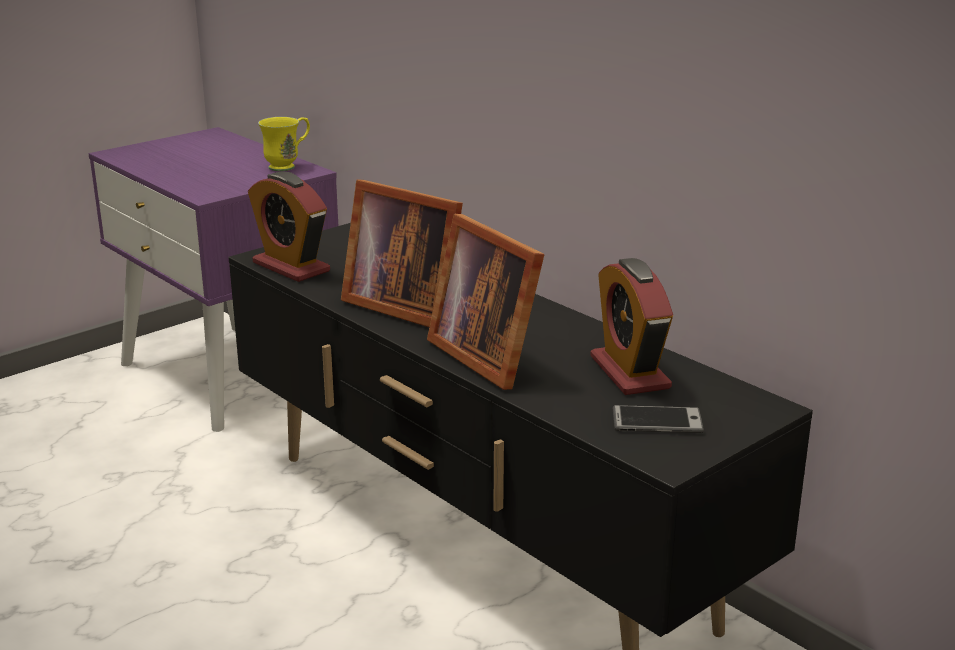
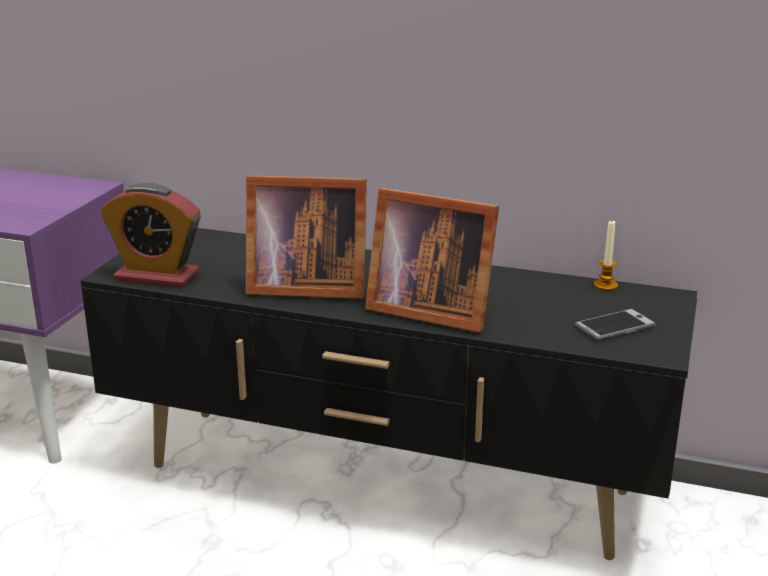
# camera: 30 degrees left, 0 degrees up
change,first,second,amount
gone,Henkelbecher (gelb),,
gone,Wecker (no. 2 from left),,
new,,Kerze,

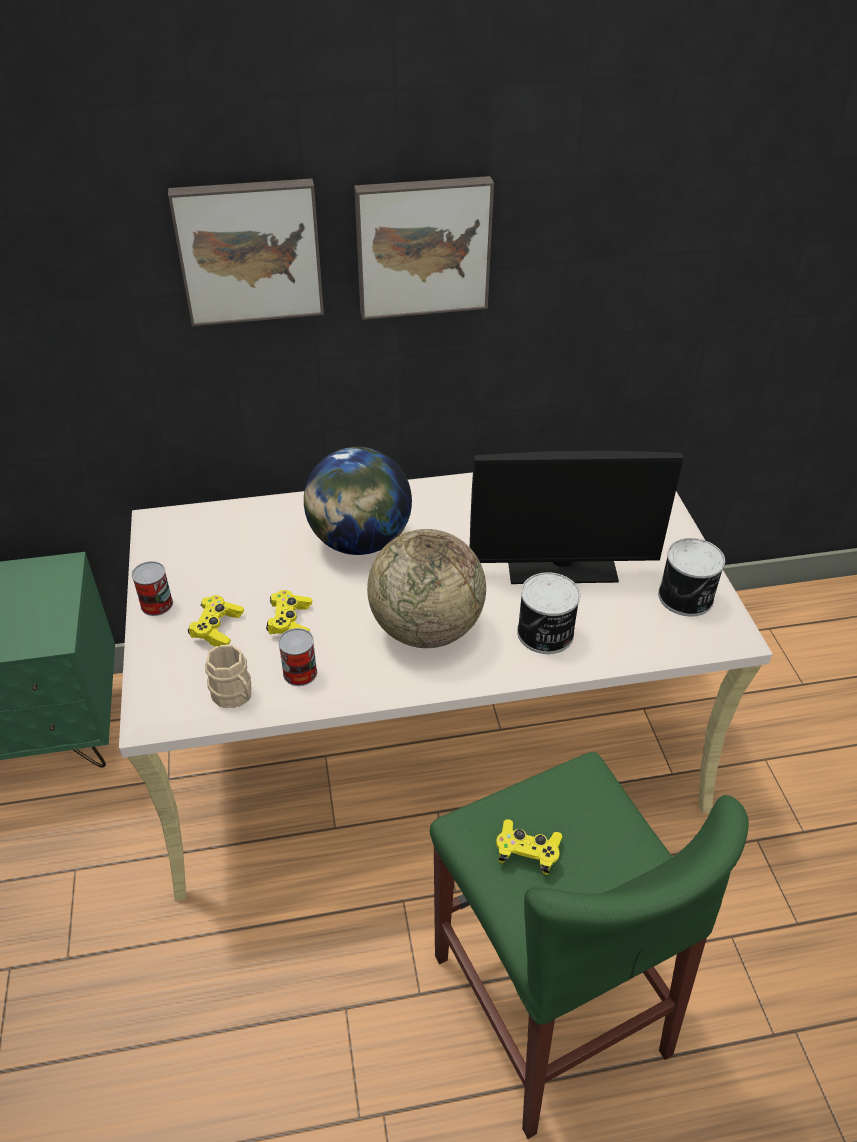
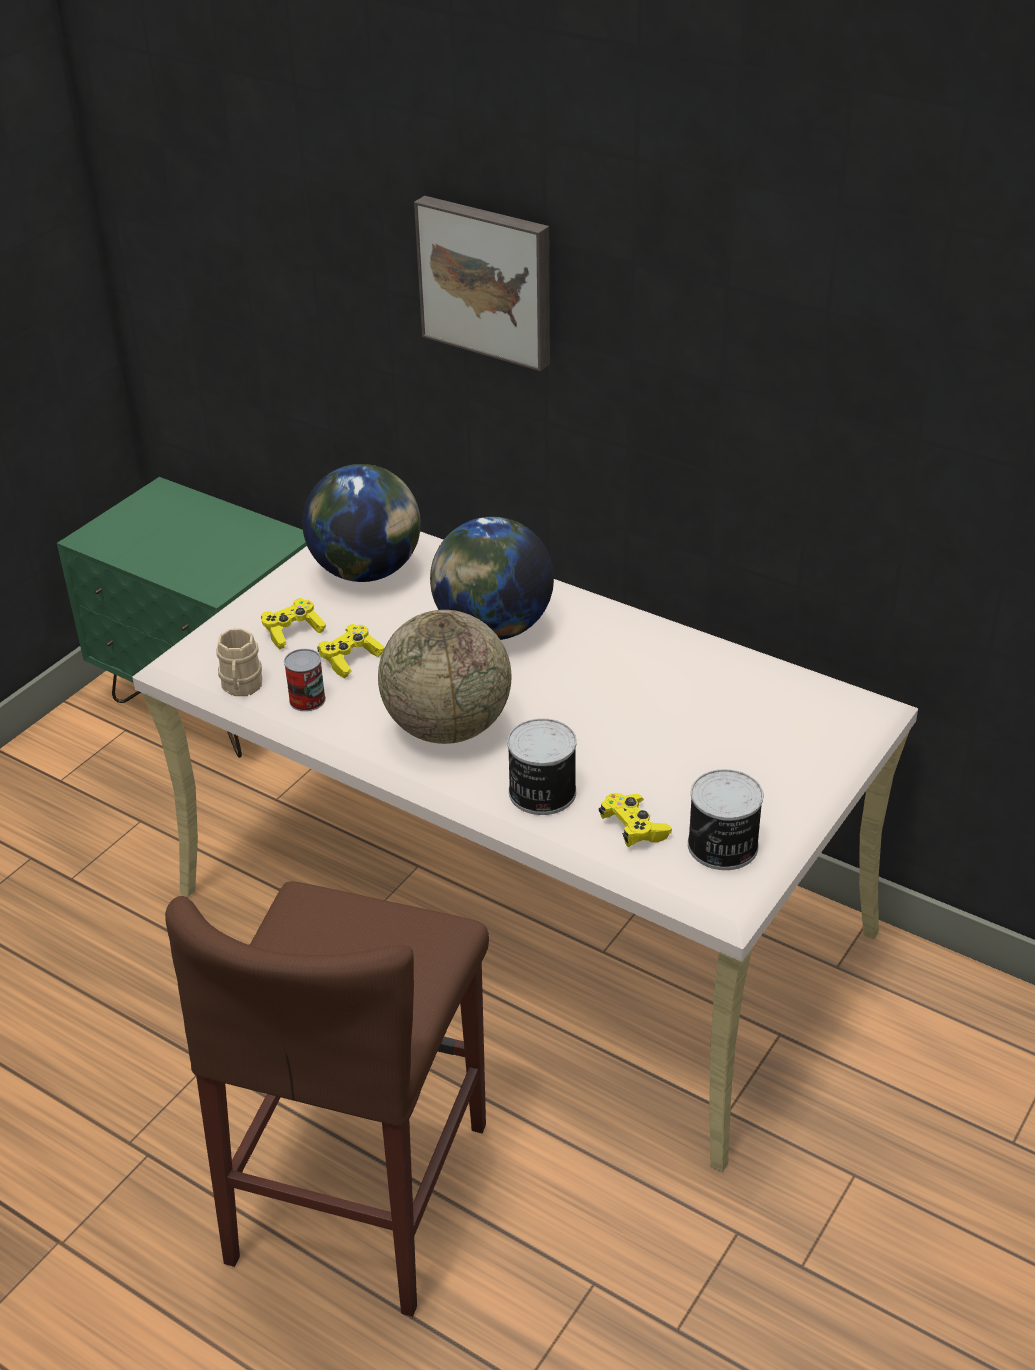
# camera: 45 degrees right, 5 degrees down
change,first,second,amount
gone,Dose (no. 1 from left),,
gone,Bild (no. 2 from left),,
repainted,Hocker (grün),Hocker (braun),
gone,Monitor,,
shifted,Gamepad (gelb) (no. 3 from left),,
new,,Globus (no. 1 from left),

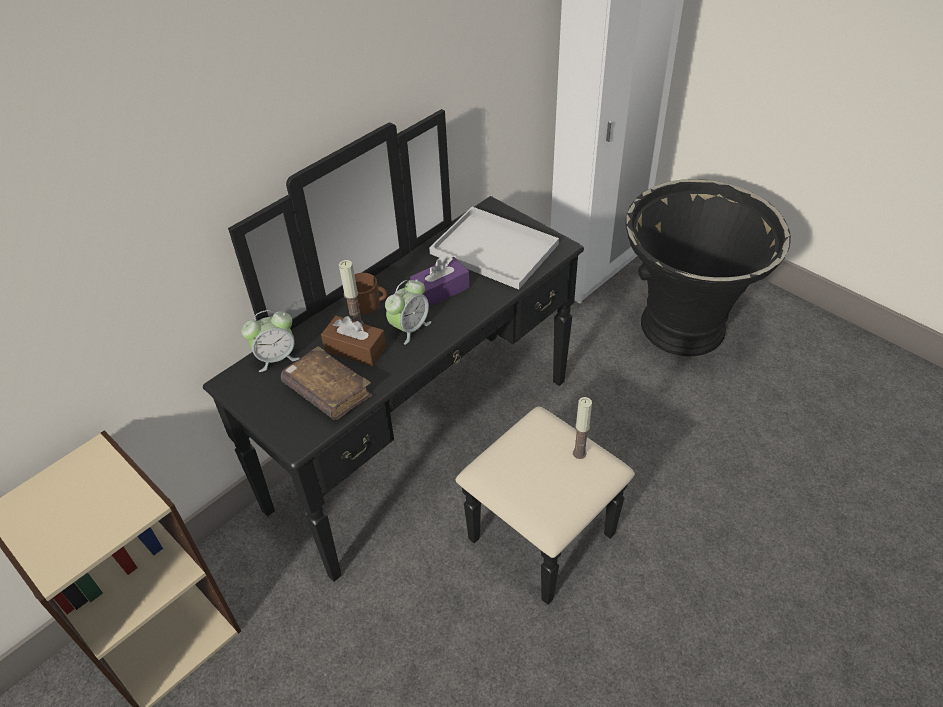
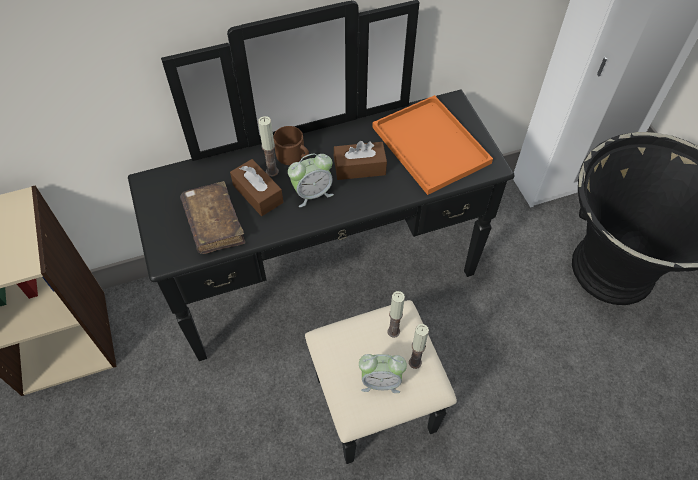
# camera: 25 degrees right, 10 degrees up
change,first,second,amount
shifted,Wecker (no. 1 from left in the first image),Wecker (no. 2 from left),
repainted,Taschentuchbox (lila),Taschentuchbox (braun) (no. 2 from left),
repainted,Tablett (weiß),Tablett (orange),
new,,Kerze (no. 2 from left),

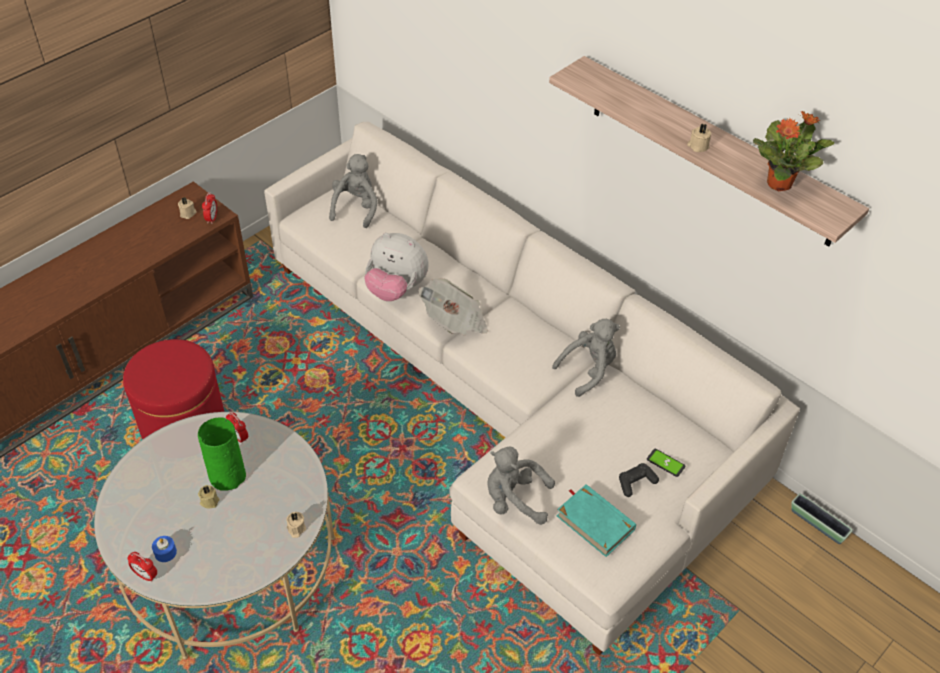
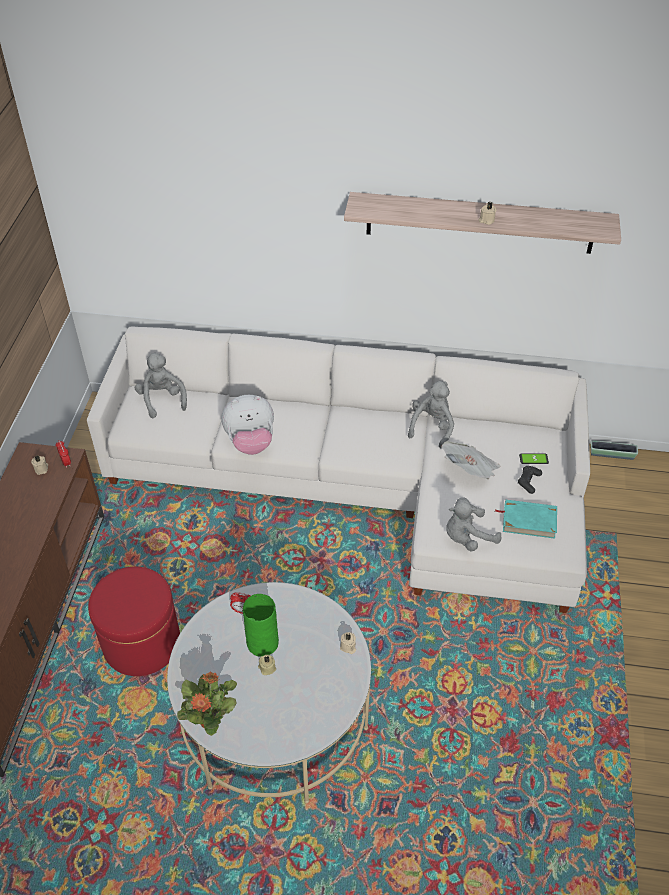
# camera: 35 degrees left, 0 degrees up
change,first,second,amount
gone,Wecker (no. 1 from left),,
gone,Kerze (blau),,
shifted,Zeitung,,
shifted,Topfpflanze,,

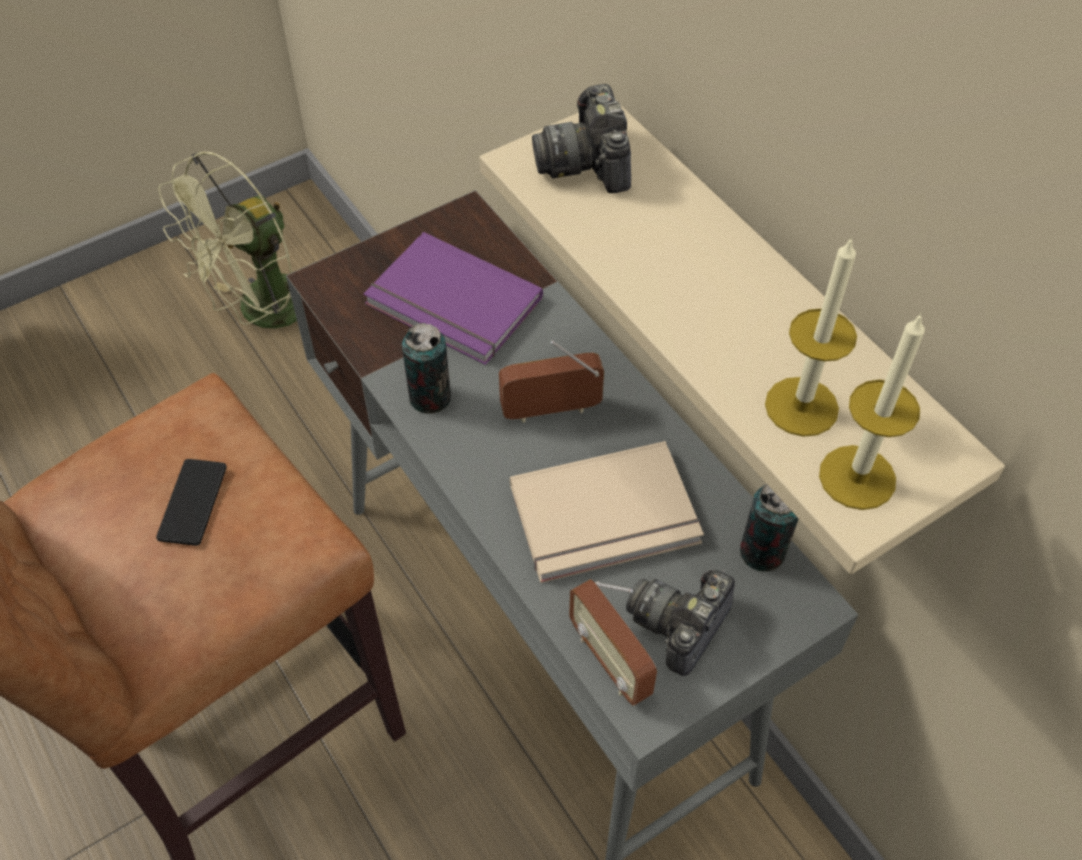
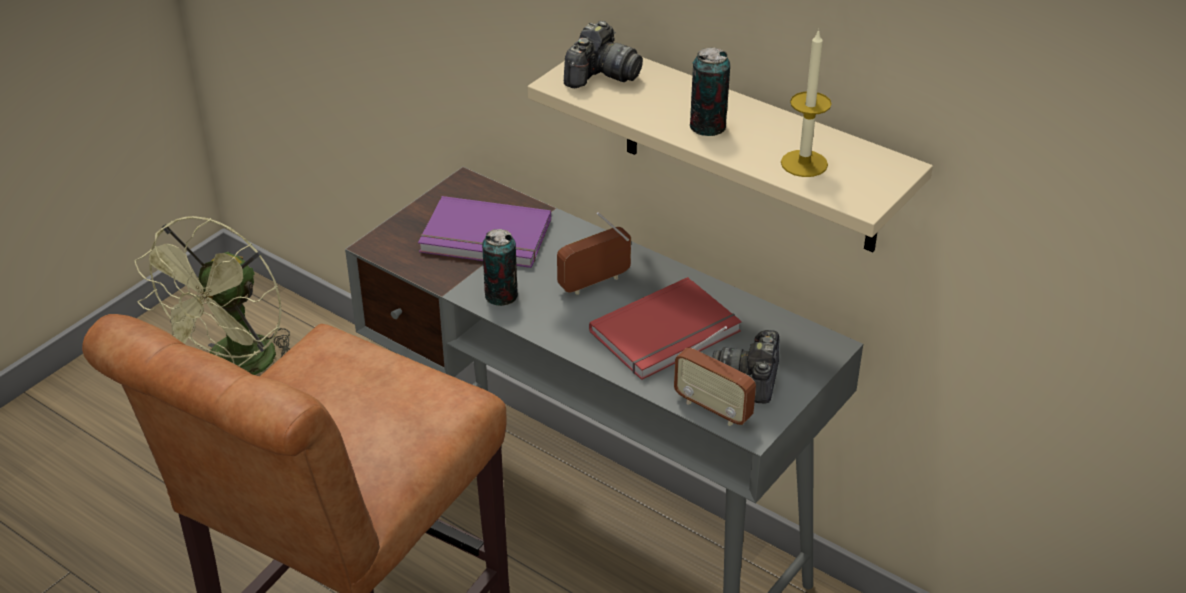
# camera: 20 degrees left, 15 degrees down
change,first,second,amount
gone,Handy,,
repainted,Buch (beige),Buch (rot),
rotated,Kamera (no. 1 from left),,120 degrees counterclockwise
shifted,Dose (no. 2 from left),,
gone,Kerze (no. 2 from left),,

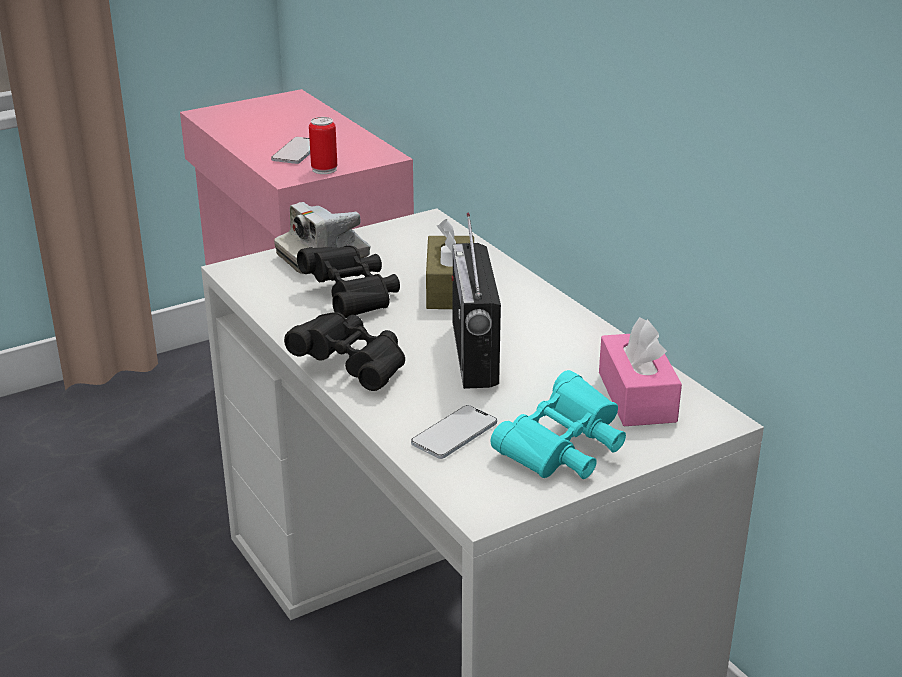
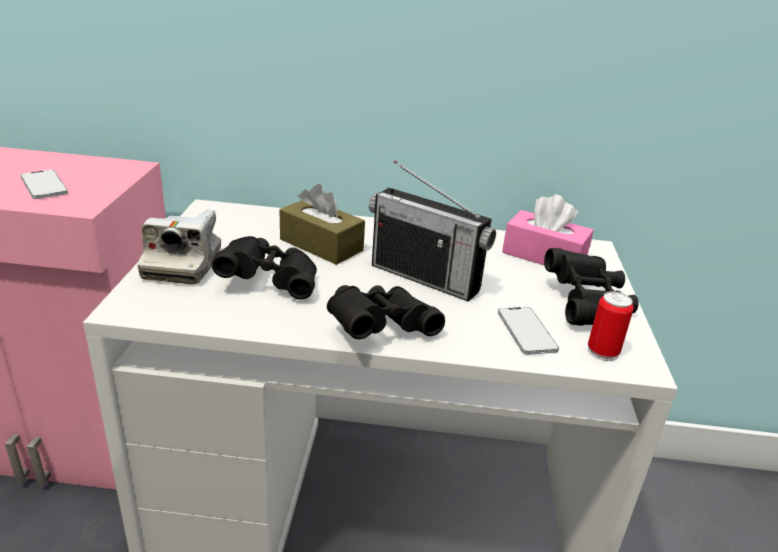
# camera: 55 degrees left, 0 degrees up
change,first,second,amount
shifted,Dose,,
repainted,Fernglas (türkis),Fernglas (schwarz) (no. 3 from left),

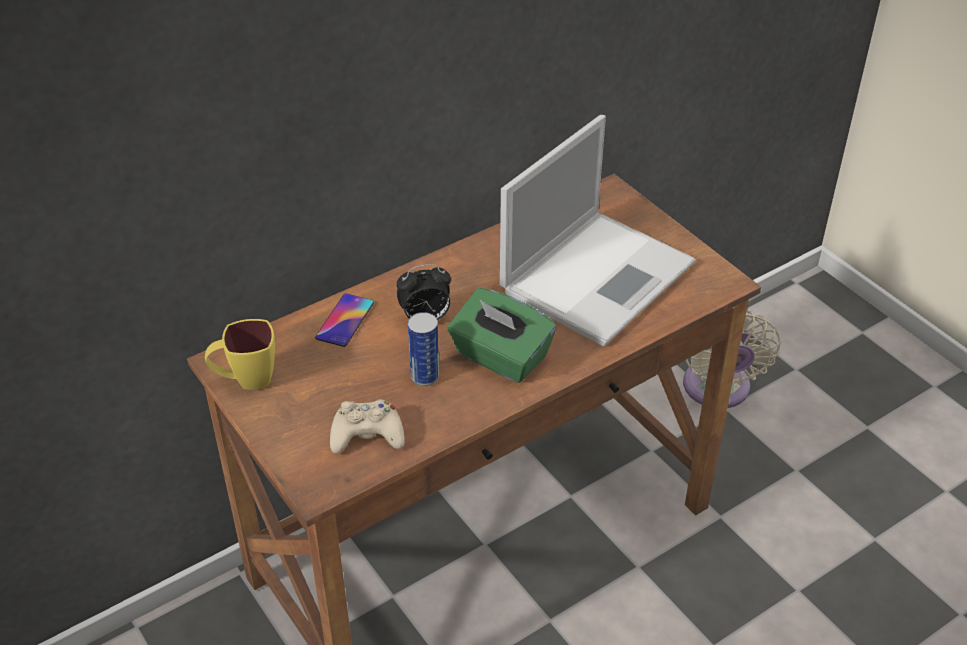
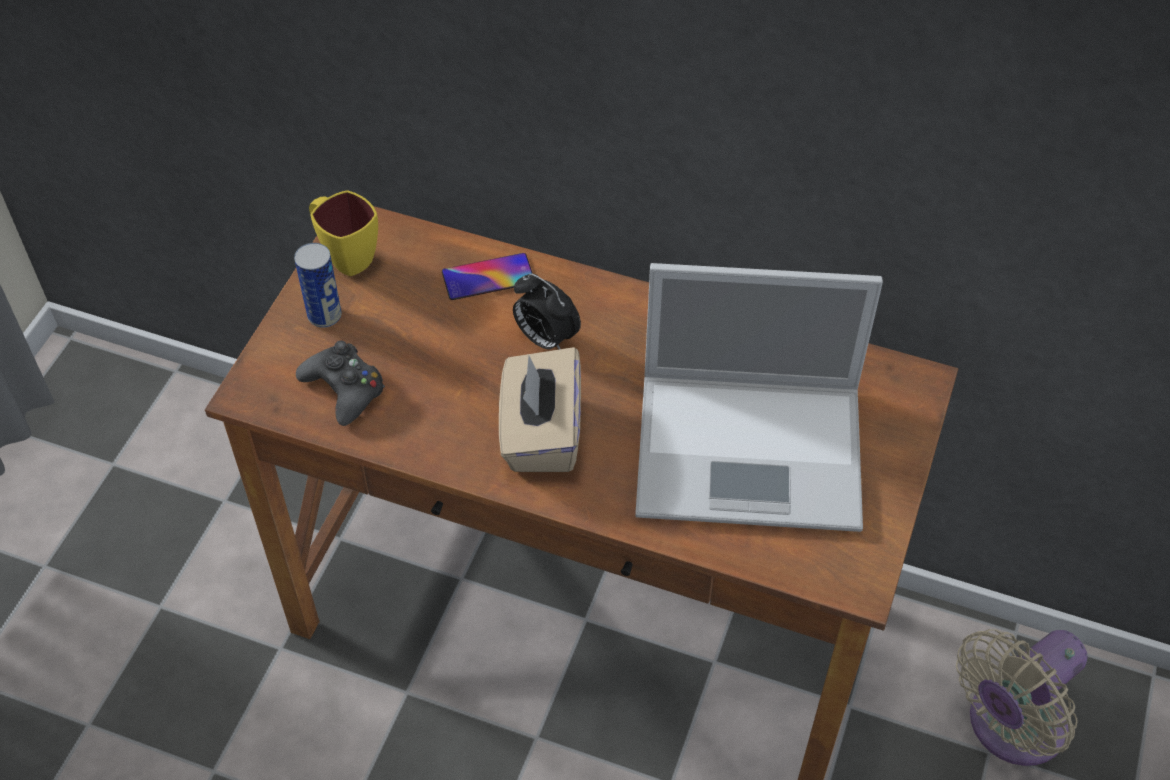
# camera: 55 degrees right, 10 degrees up
change,first,second,amount
repainted,Gamepad (beige),Gamepad (schwarz),
shifted,Dose,,
repainted,Taschentuchbox (grün),Taschentuchbox (beige),

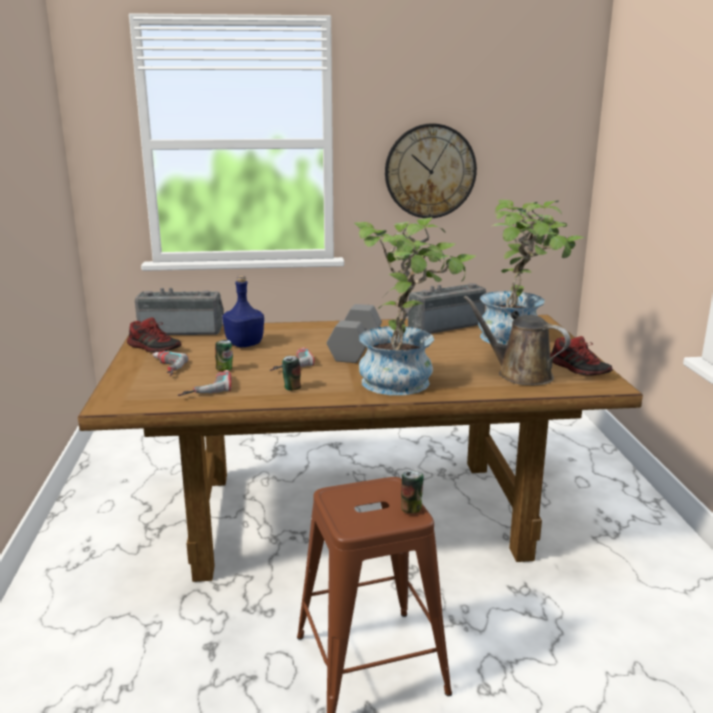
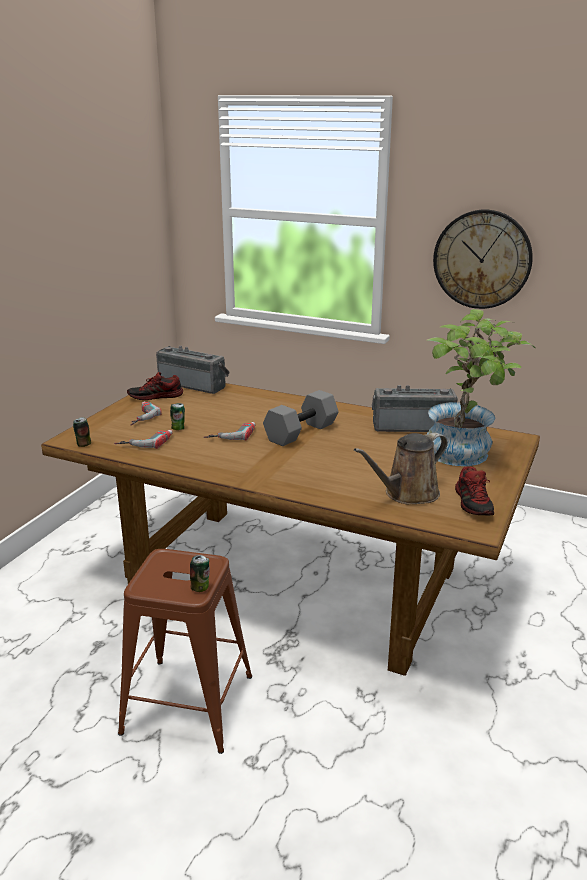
# camera: 30 degrees right, 5 degrees up
change,first,second,amount
rotated,Schuh (no. 1 from left),,105 degrees clockwise
gone,Flasche (blau),,
shifted,Dose (no. 2 from left in the first image),Dose (no. 1 from left),
gone,Topfpflanze (no. 1 from left),,
rotated,Gießkanne (braun),,105 degrees counterclockwise

